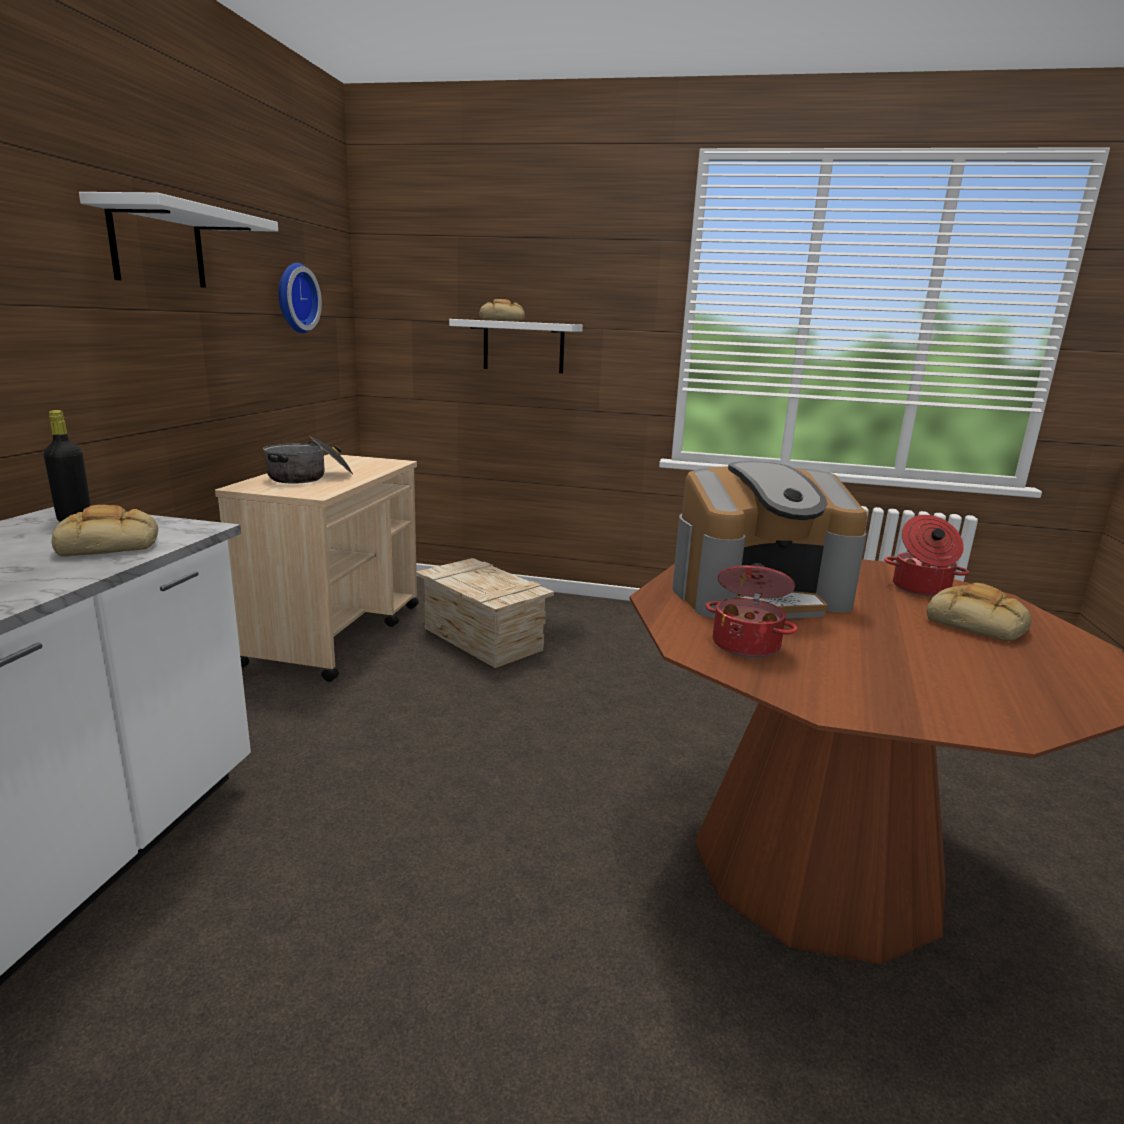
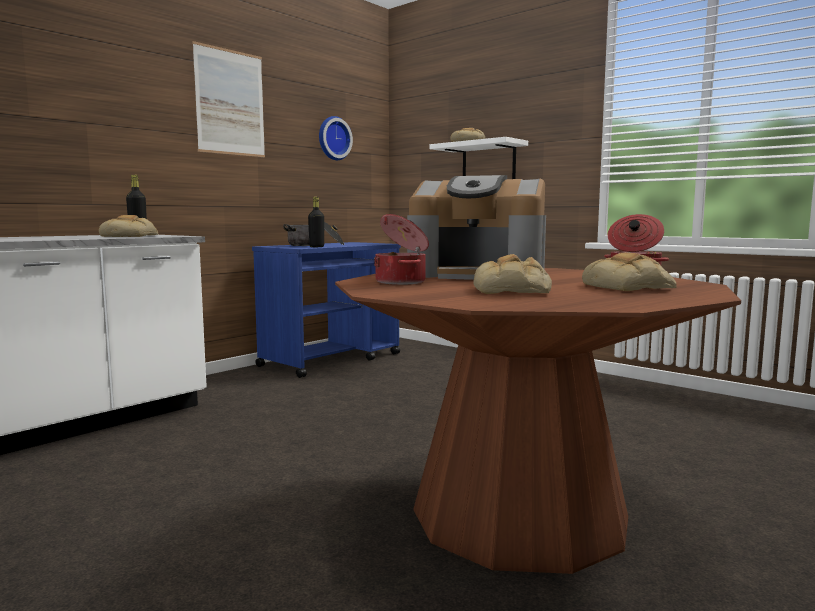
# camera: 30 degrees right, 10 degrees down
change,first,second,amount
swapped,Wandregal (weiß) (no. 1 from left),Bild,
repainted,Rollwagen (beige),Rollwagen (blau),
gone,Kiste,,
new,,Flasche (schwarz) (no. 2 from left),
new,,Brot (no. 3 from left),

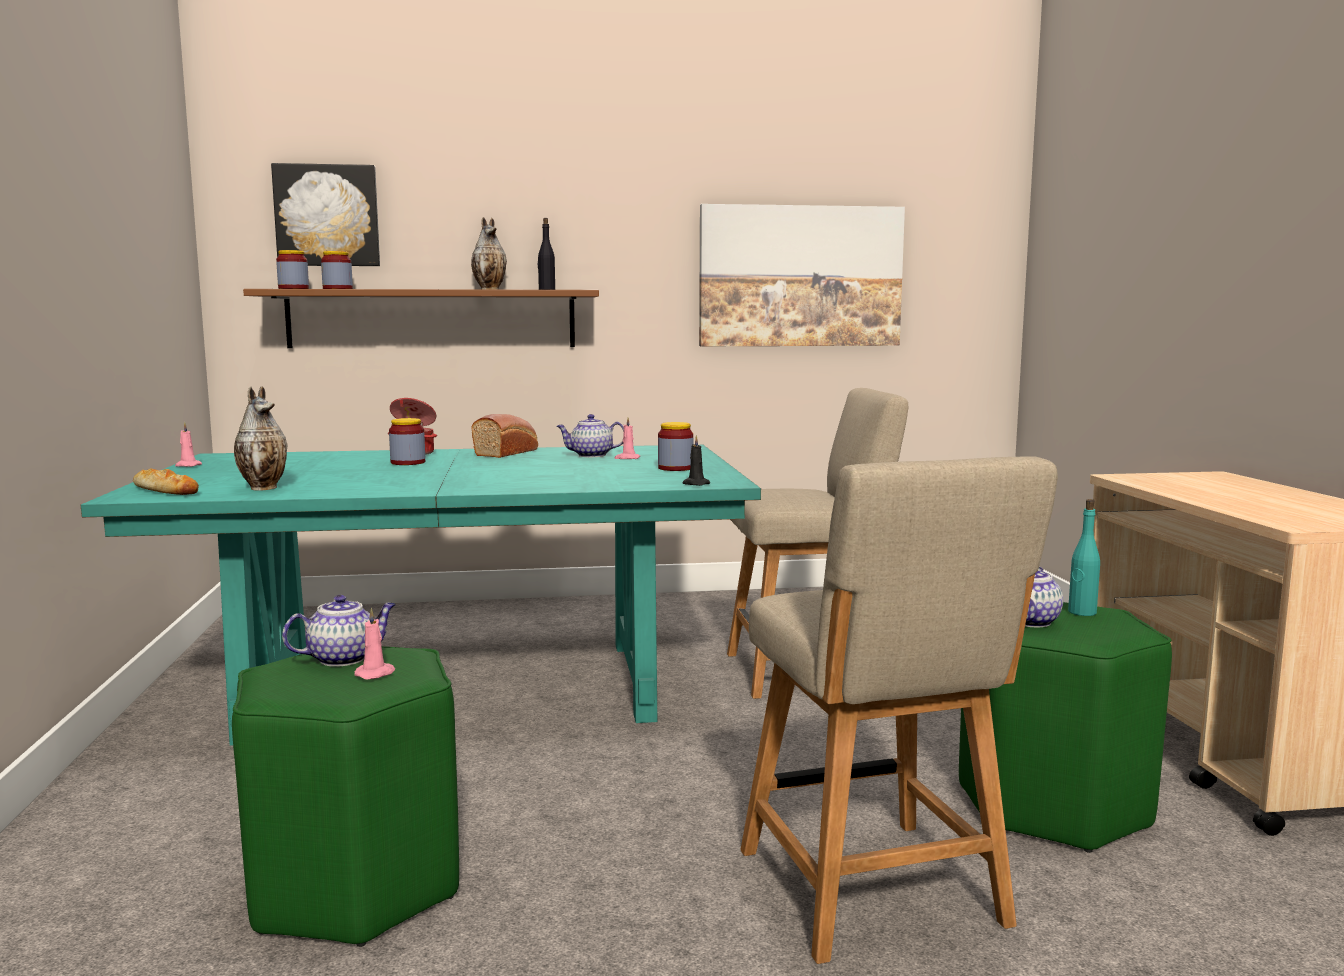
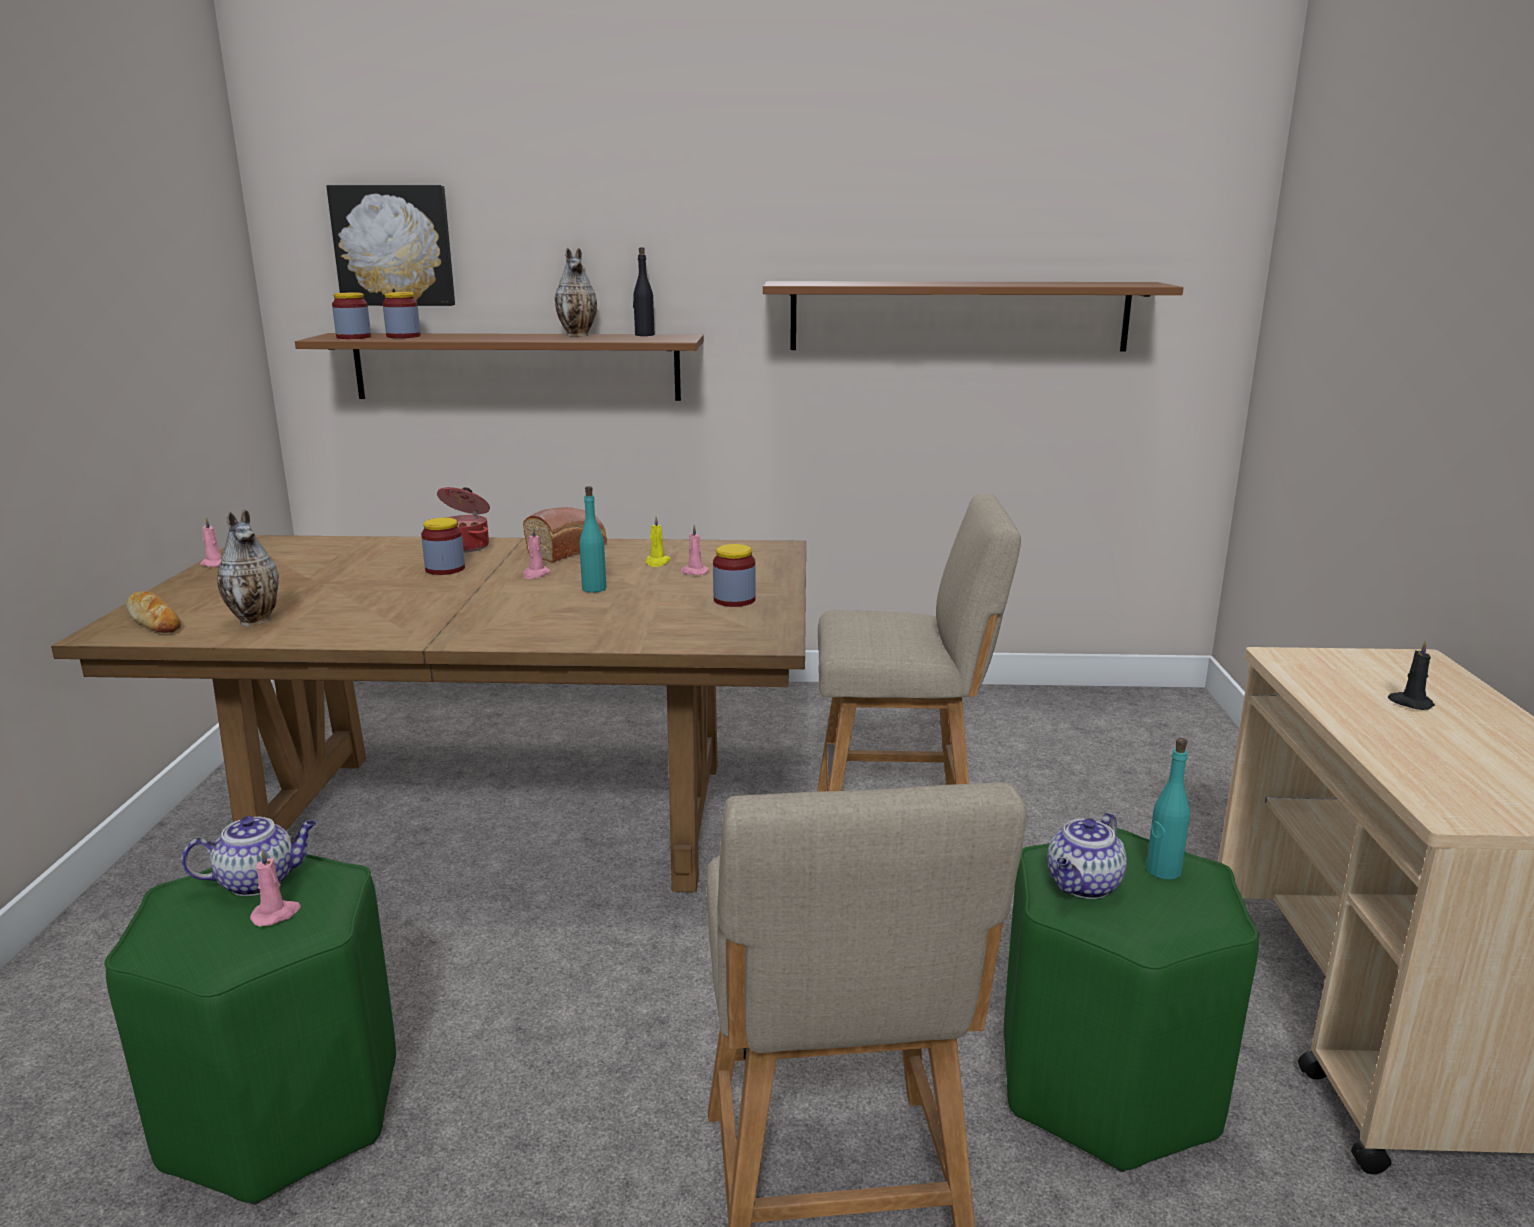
# camera: 10 degrees right, 10 degrees up
change,first,second,amount
repainted,Esstisch (türkis),Esstisch (braun),
swapped,Teekanne (no. 2 from left),Kerze (gelb),
shifted,Kerze (schwarz),,
swapped,Bild (no. 2 from left),Wandregal (braun) (no. 2 from left),
new,,Kerze (rosa) (no. 3 from left),
new,,Flasche (türkis) (no. 1 from left),

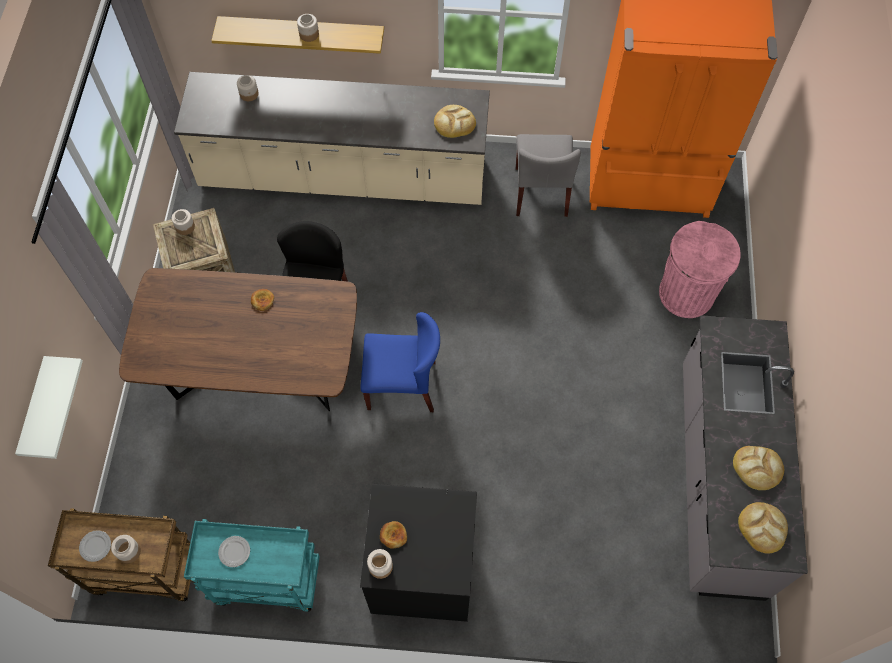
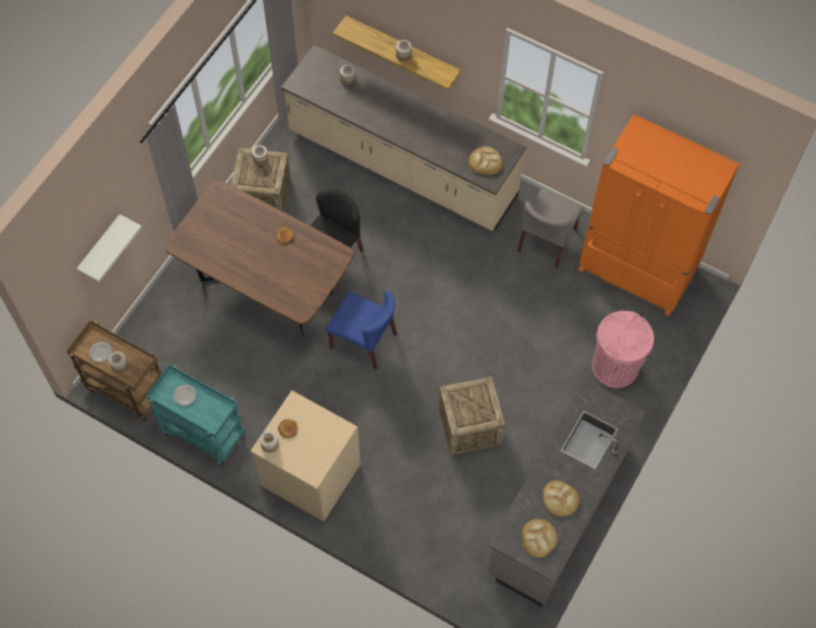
# camera: 25 degrees right, 0 degrees up
change,first,second,amount
repainted,Waschmaschine (schwarz),Waschmaschine (beige),
new,,Kiste (no. 2 from left),

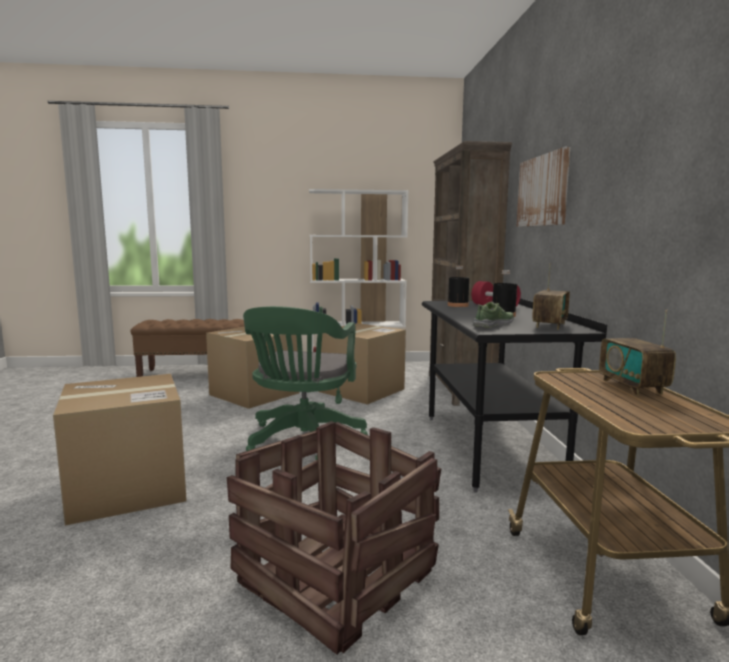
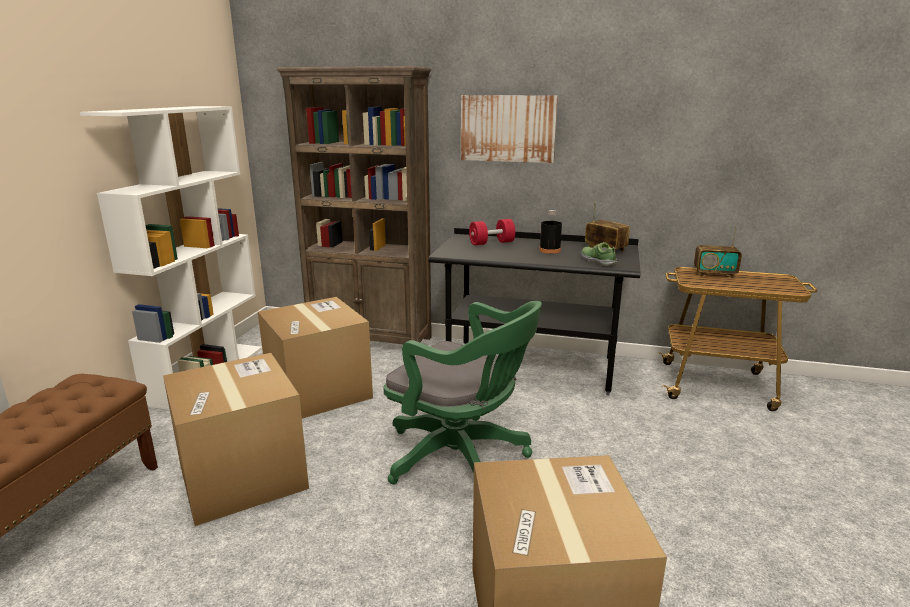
# camera: 70 degrees left, 10 degrees up
change,first,second,amount
gone,Kiste,,
gone,Flasche (schwarz) (no. 1 from left),,

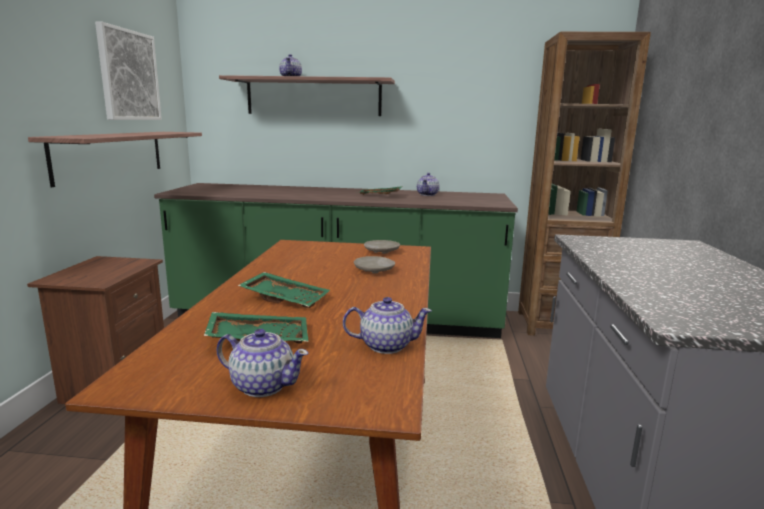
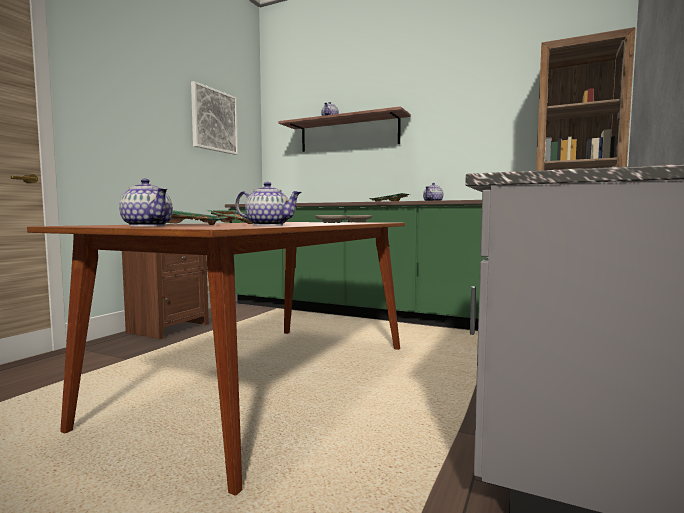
# camera: 20 degrees right, 10 degrees down
change,first,second,amount
gone,Wandregal (no. 1 from left),,

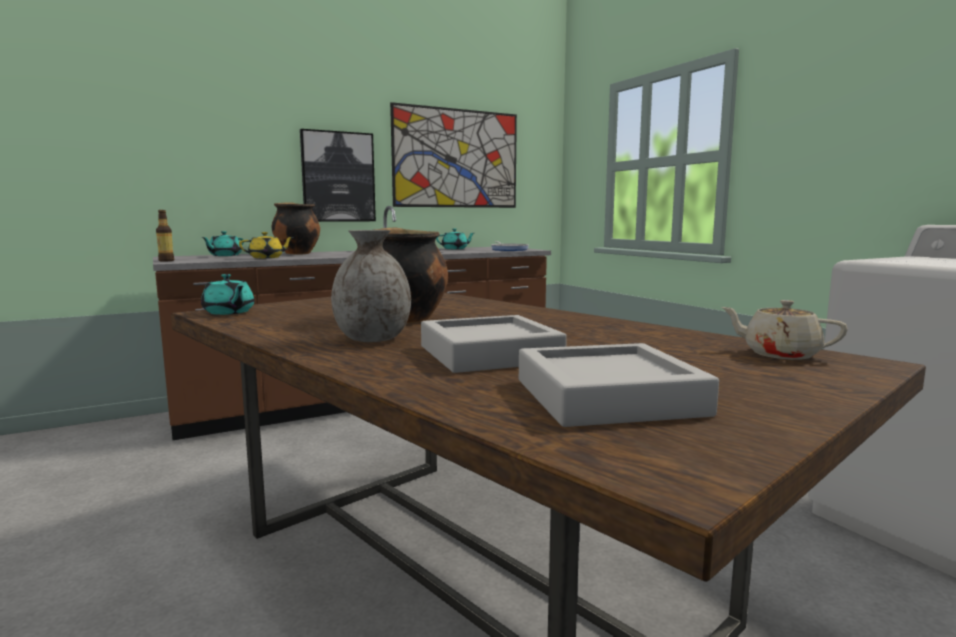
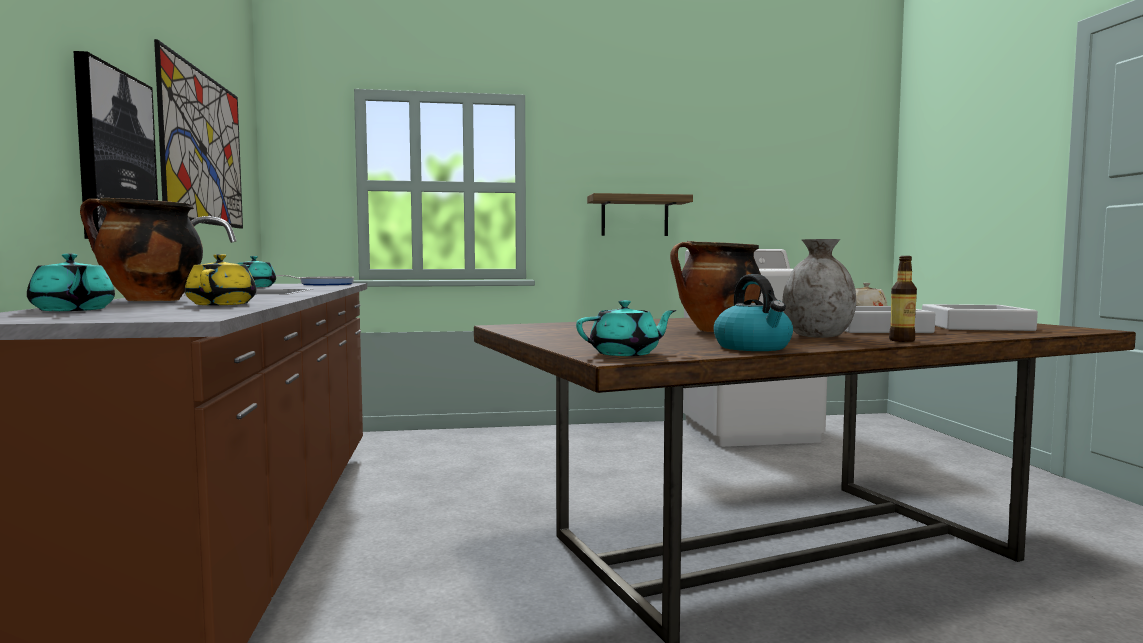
# camera: 70 degrees left, 5 degrees down
change,first,second,amount
shifted,Flasche,,
new,,Wandregal,
new,,Wasserkessel,

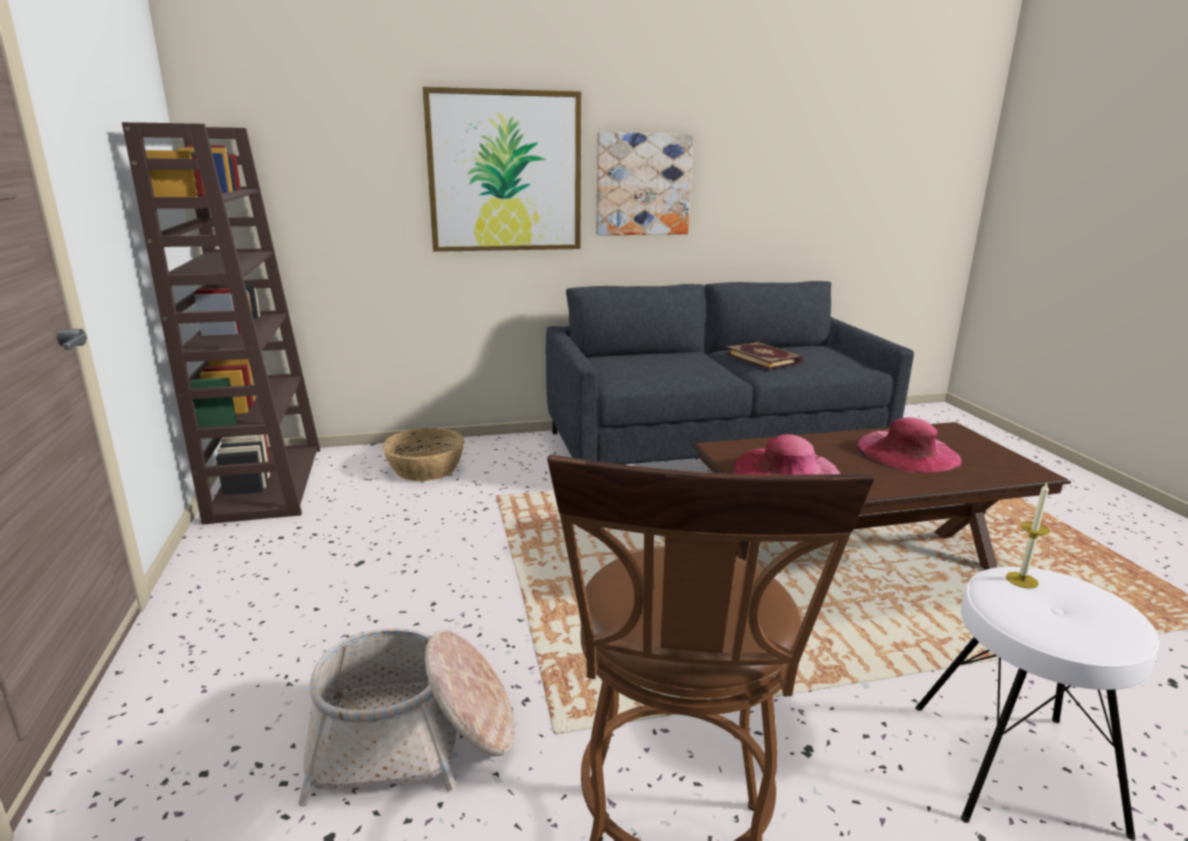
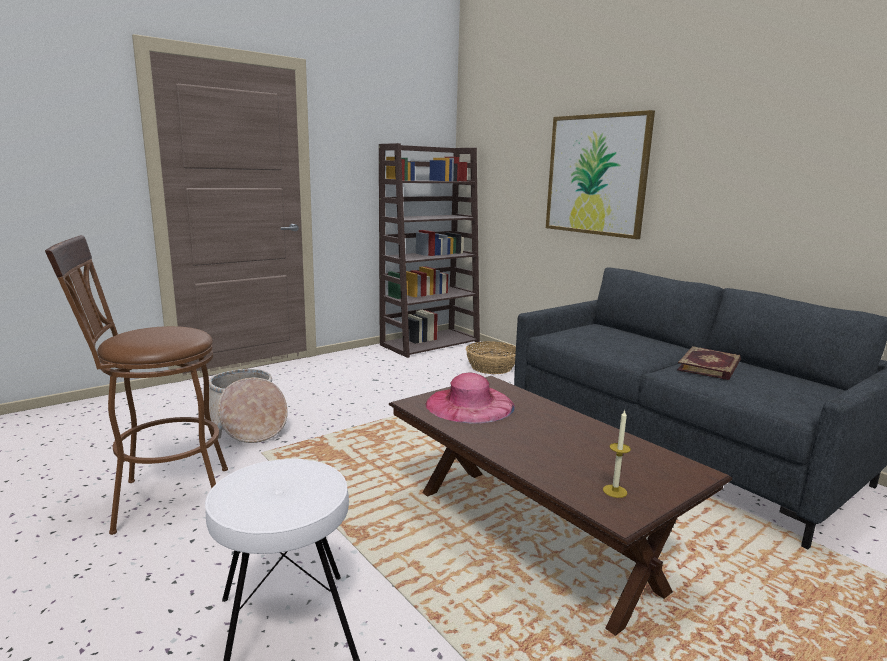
# camera: 65 degrees right, 5 degrees down
change,first,second,amount
gone,Bild (no. 2 from left),,
gone,Hut (rosa) (no. 2 from left),,
shifted,Kerze,,

